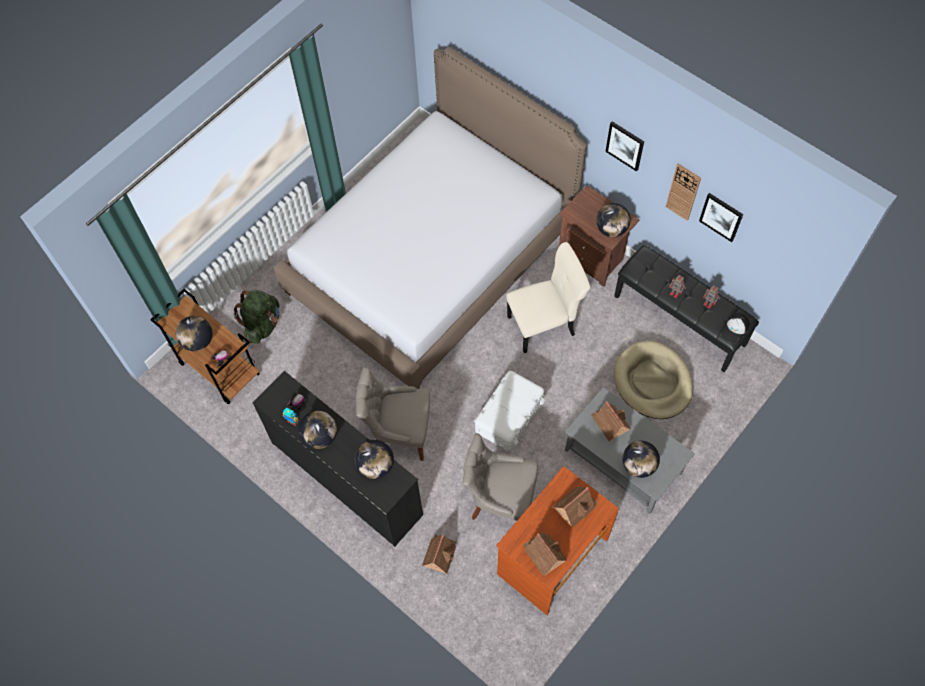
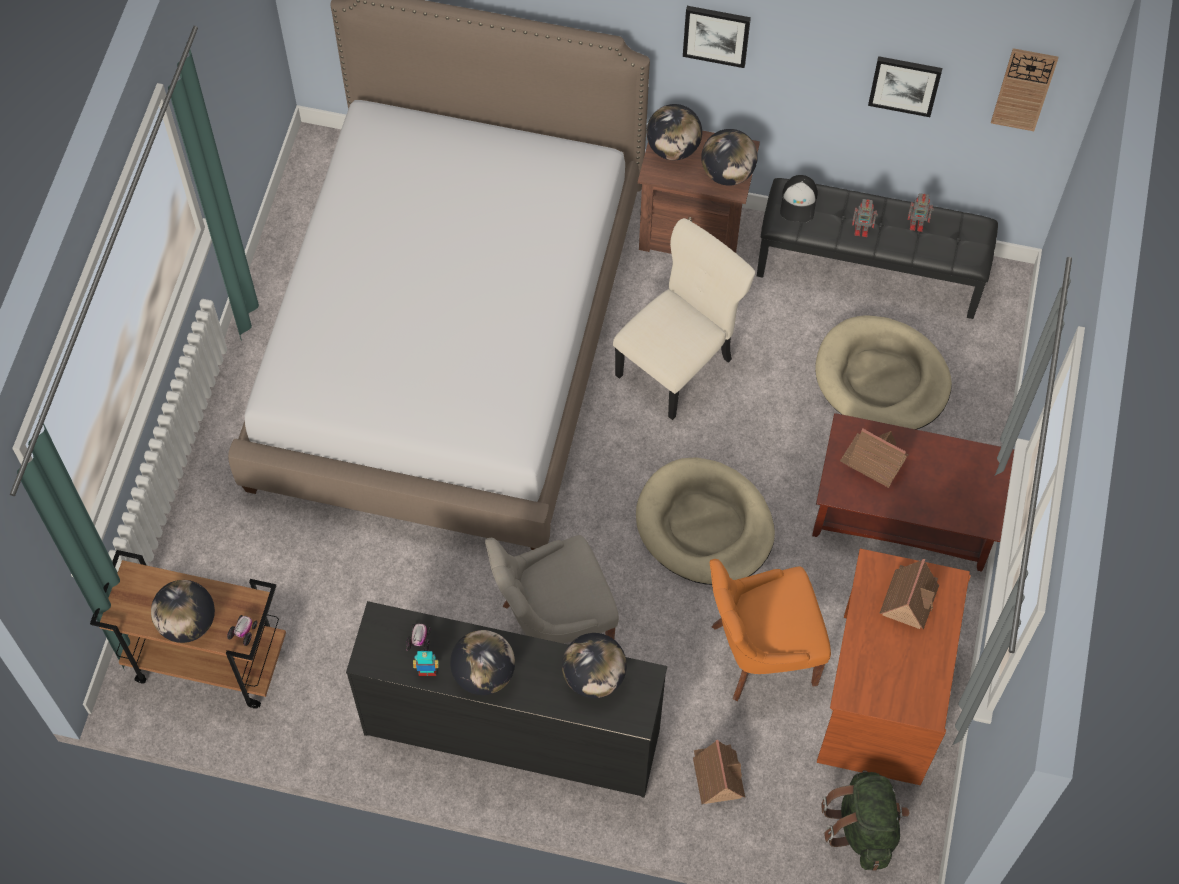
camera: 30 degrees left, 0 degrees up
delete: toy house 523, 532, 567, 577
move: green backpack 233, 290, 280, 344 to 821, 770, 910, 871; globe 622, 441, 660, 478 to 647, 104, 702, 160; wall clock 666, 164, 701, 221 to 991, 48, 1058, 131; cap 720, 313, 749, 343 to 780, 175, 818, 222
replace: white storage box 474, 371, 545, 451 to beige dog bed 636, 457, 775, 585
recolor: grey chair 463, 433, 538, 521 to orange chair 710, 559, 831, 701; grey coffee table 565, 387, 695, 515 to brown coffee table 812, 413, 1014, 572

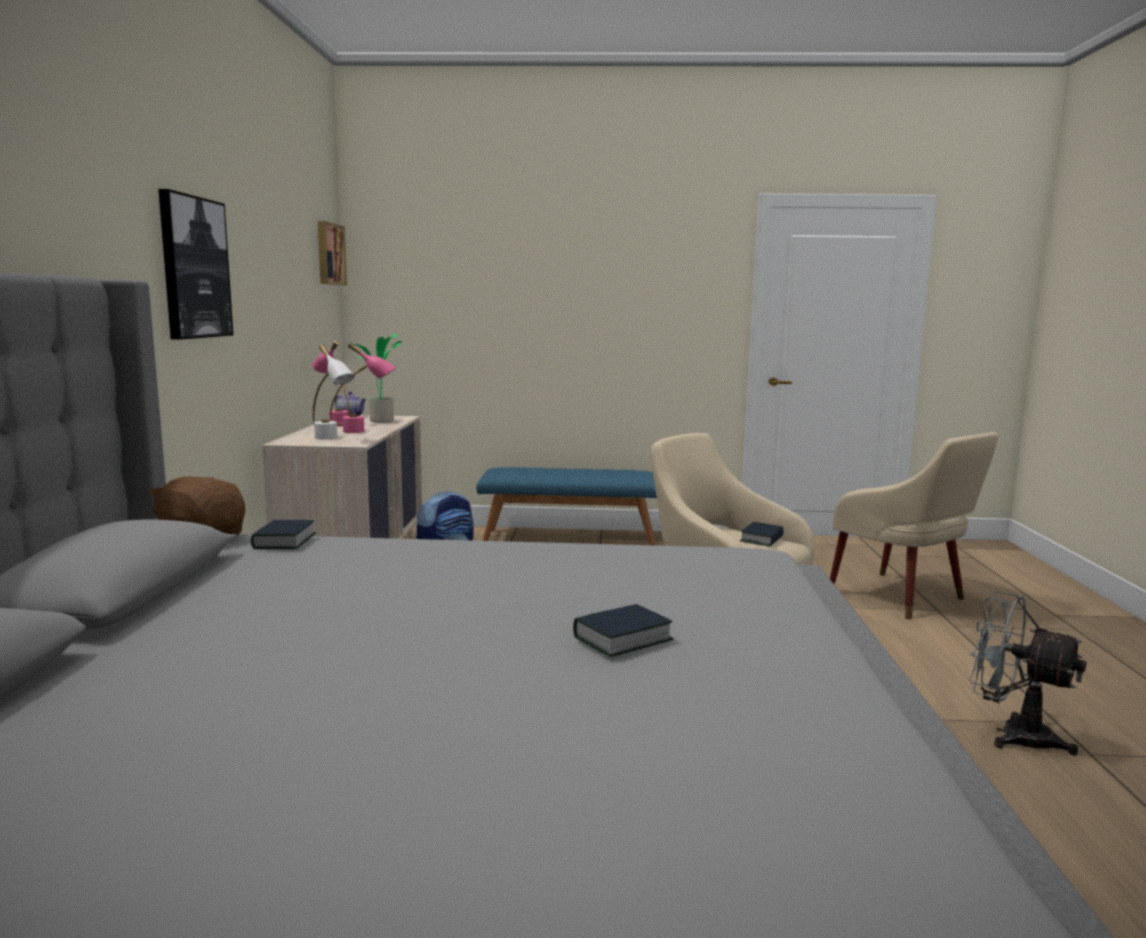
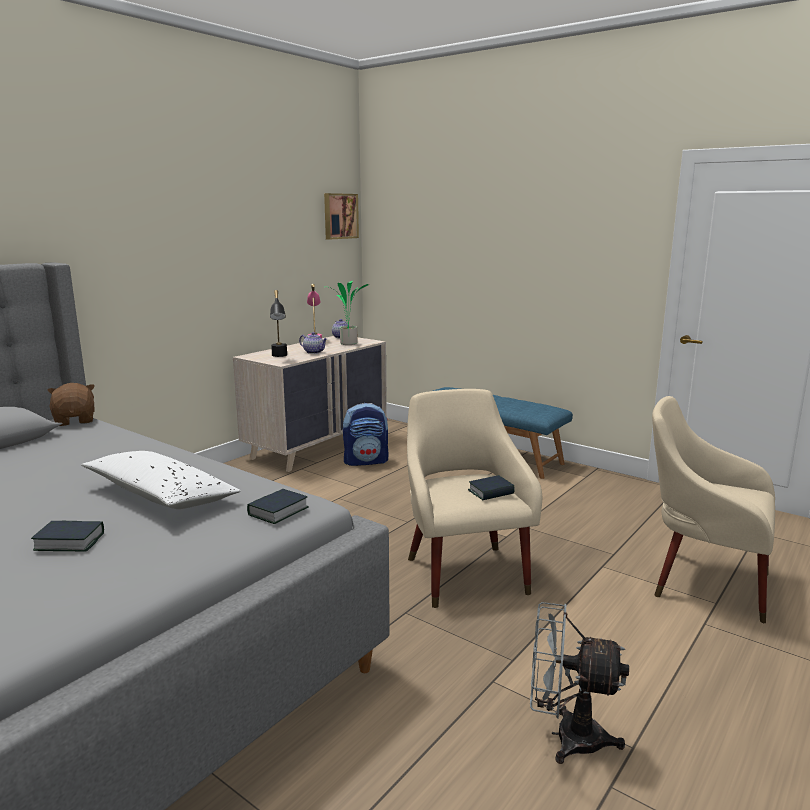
camera: 35 degrees right, 5 degrees up
delete: picture 158, 189, 233, 340
insert: white pillow 81, 451, 241, 509
move: book 251, 520, 316, 549 to 247, 489, 309, 524
replace: pink table lamp 330, 343, 396, 433 to teapot 299, 332, 327, 354
recolor: white table lamp 313, 344, 354, 440 to black table lamp 270, 290, 287, 357
rotate: beige armchair 830, 432, 998, 619 = 652, 396, 775, 623 120 degrees clockwise; grey fan 969, 591, 1087, 756 = 530, 602, 629, 764 60 degrees counterclockwise

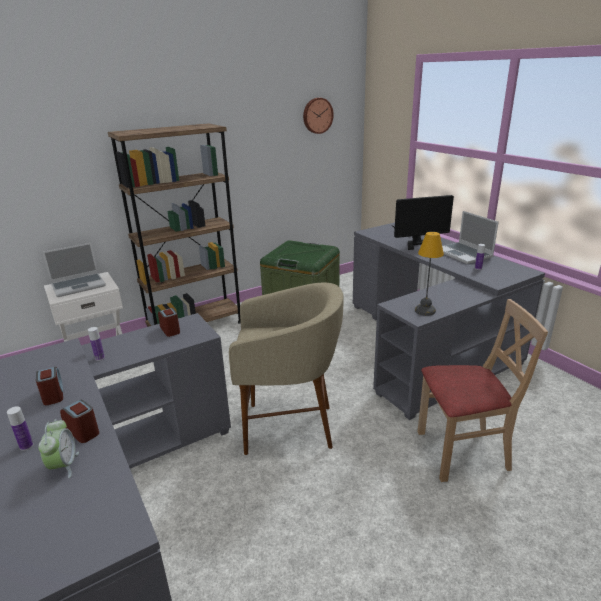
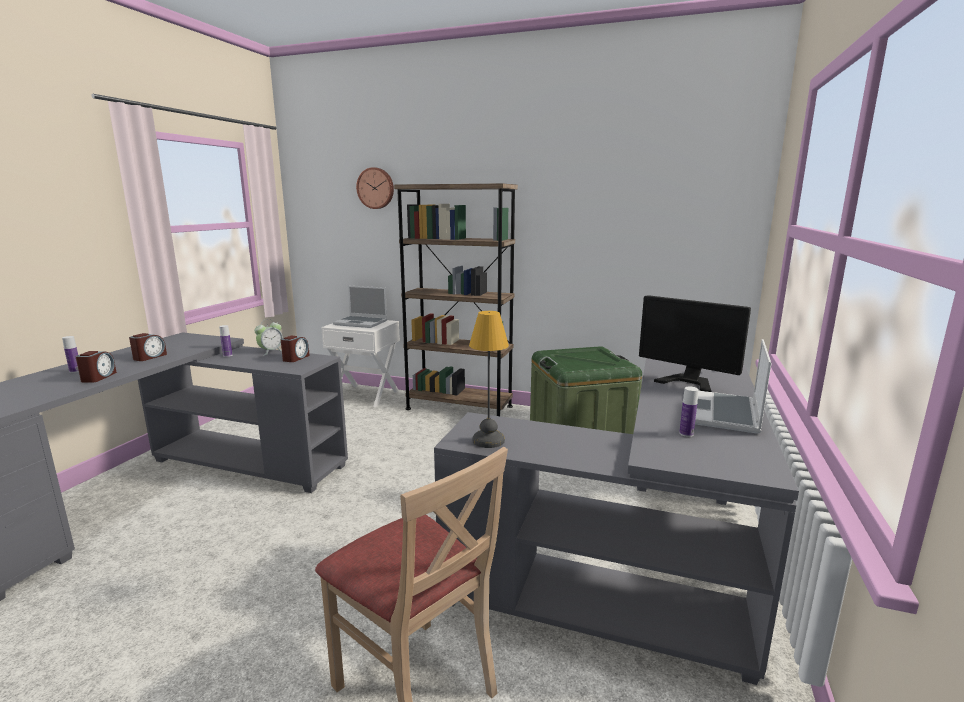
camera: 50 degrees right, 10 degrees down
delete: beige stool 229, 283, 343, 455
move: alarm clock 38, 419, 79, 478 to 254, 319, 283, 356; wall clock 303, 98, 334, 134 to 356, 167, 394, 209

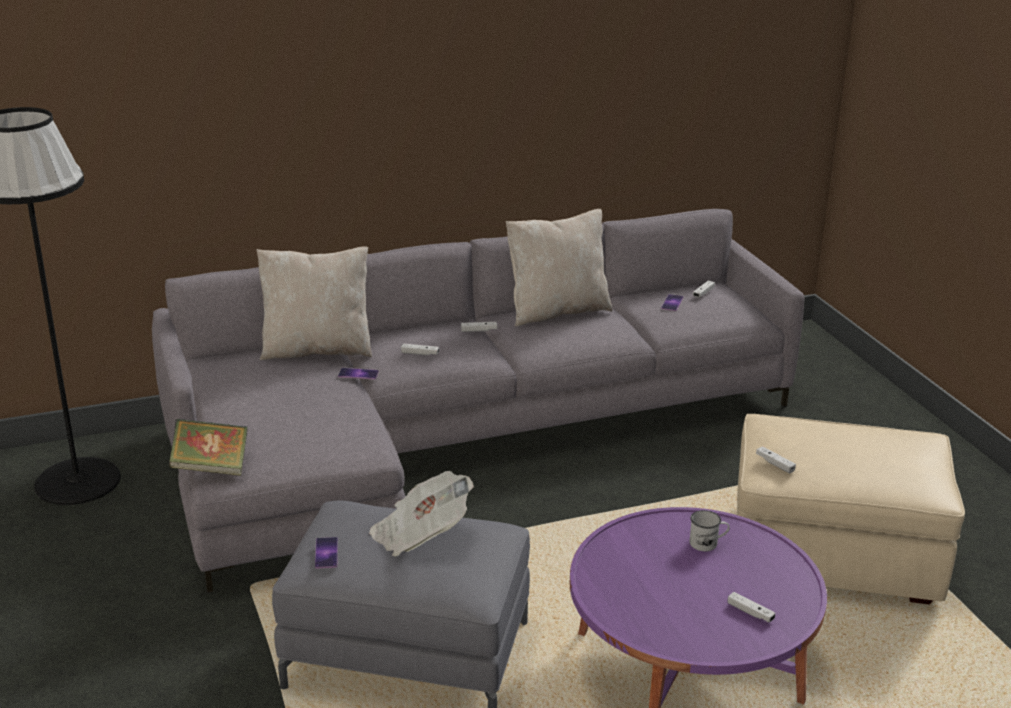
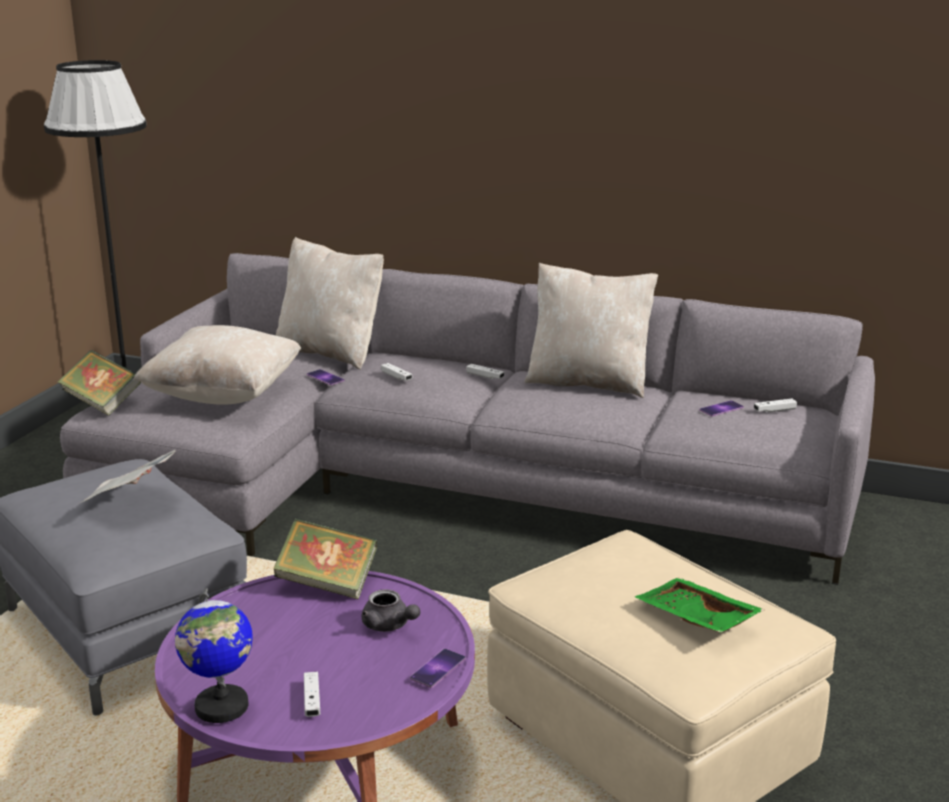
camera: 40 degrees right, 5 degrees down
delete: white game controller 756, 446, 796, 473
insert: beige pillow 133, 325, 301, 405; globe 175, 588, 253, 723; book 273, 518, 378, 599; green tray 635, 577, 764, 633
move: phone 315, 537, 338, 569 to 410, 649, 466, 688
replace: white mug 690, 510, 730, 551 to grey teapot 362, 589, 420, 632

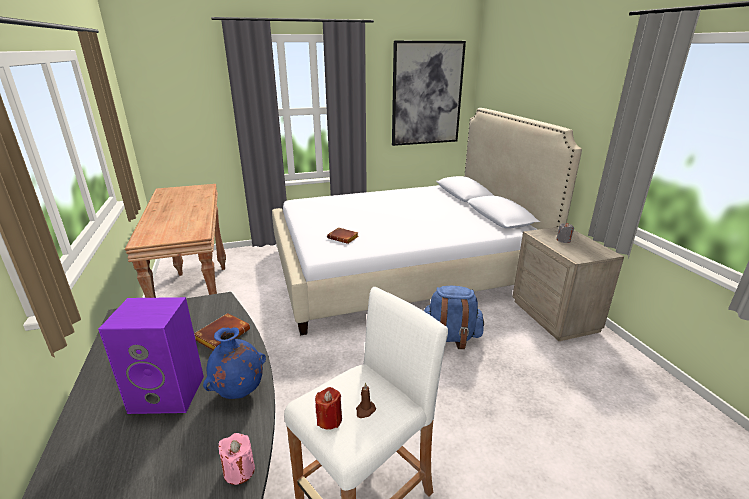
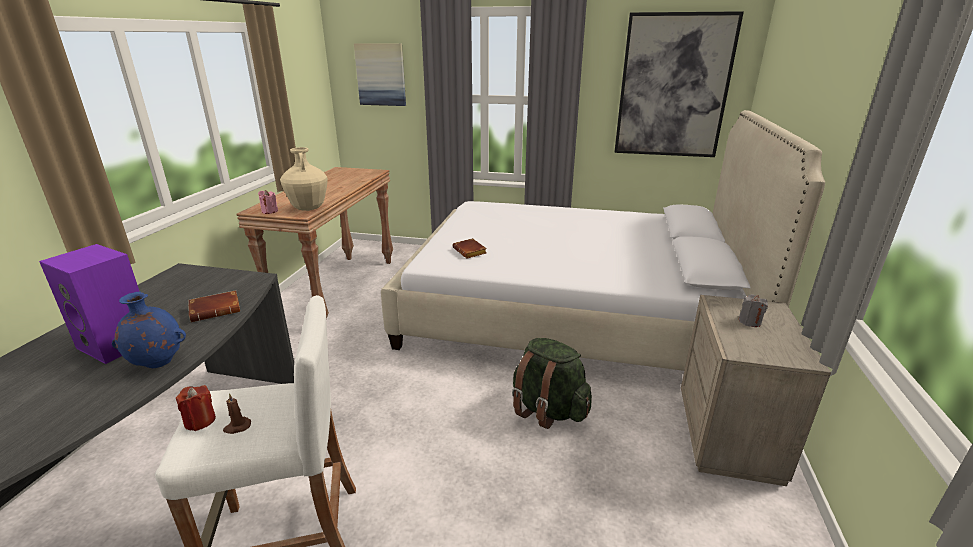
camera: 30 degrees right, 0 degrees up
insert: beige vase 280, 147, 328, 211; picture 354, 43, 406, 106
move: pink candle 219, 433, 255, 485 to 258, 190, 278, 214
recolor: blue backpack 424, 286, 484, 349 to green backpack 512, 338, 592, 429

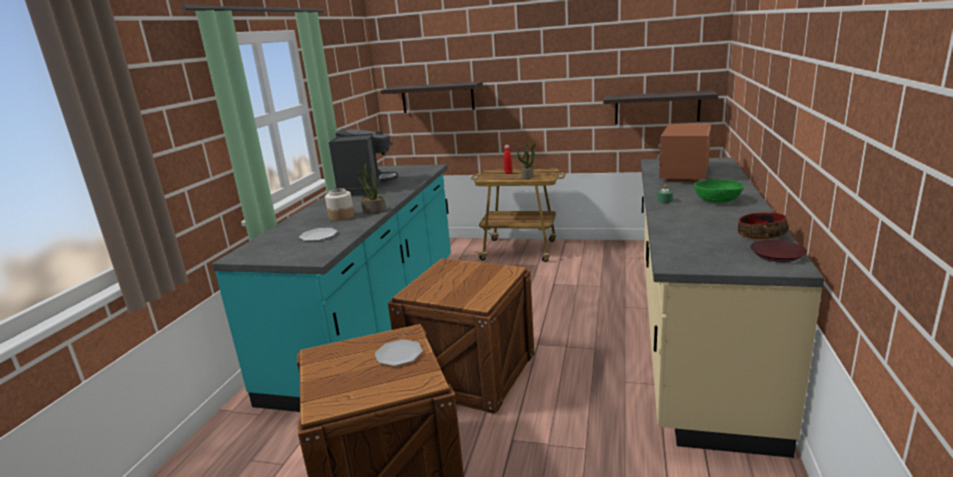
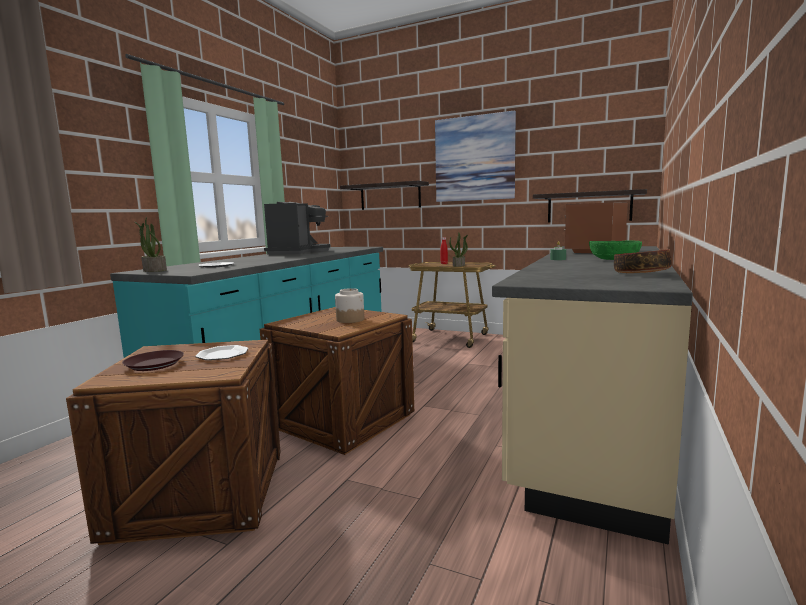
camera: 10 degrees right, 10 degrees down
insert: picture 435, 110, 516, 202
move: jar 325, 188, 354, 221 to 335, 288, 364, 323; potted plant 358, 164, 386, 213 to 135, 217, 167, 272; brown plate 750, 240, 807, 262 to 122, 350, 184, 371

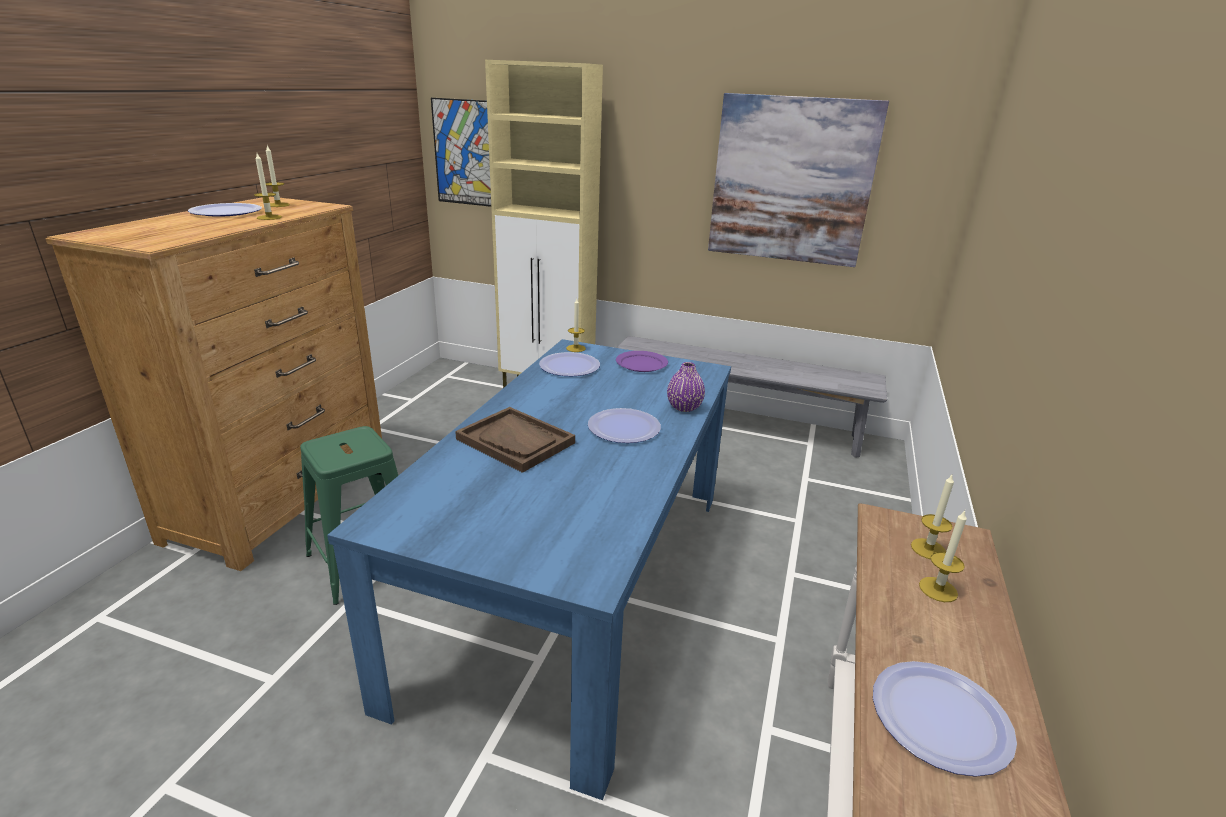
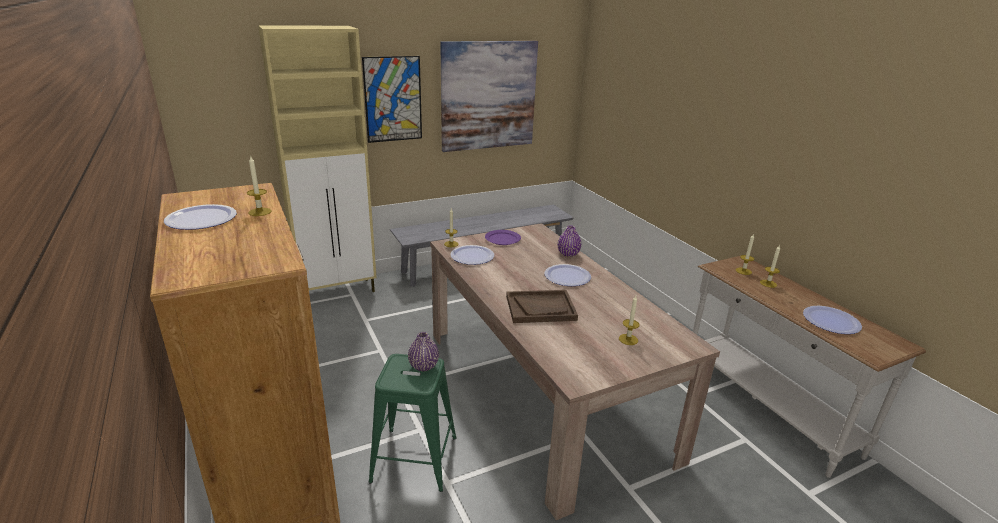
camera: 45 degrees left, 0 degrees up
insert: purple vase 408, 332, 439, 371
move: candle 266, 146, 290, 207 to 619, 295, 639, 345; picture 431, 98, 491, 207 to 362, 56, 422, 143
recolor: blue dining table 327, 339, 731, 800 to beige dining table 430, 223, 720, 520

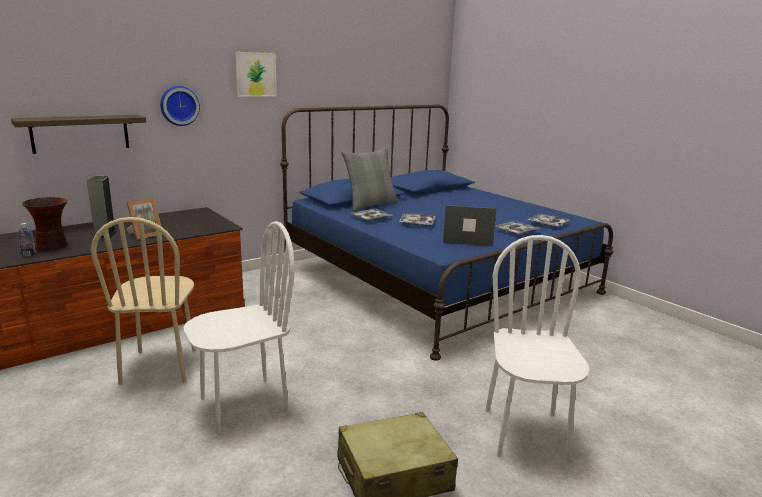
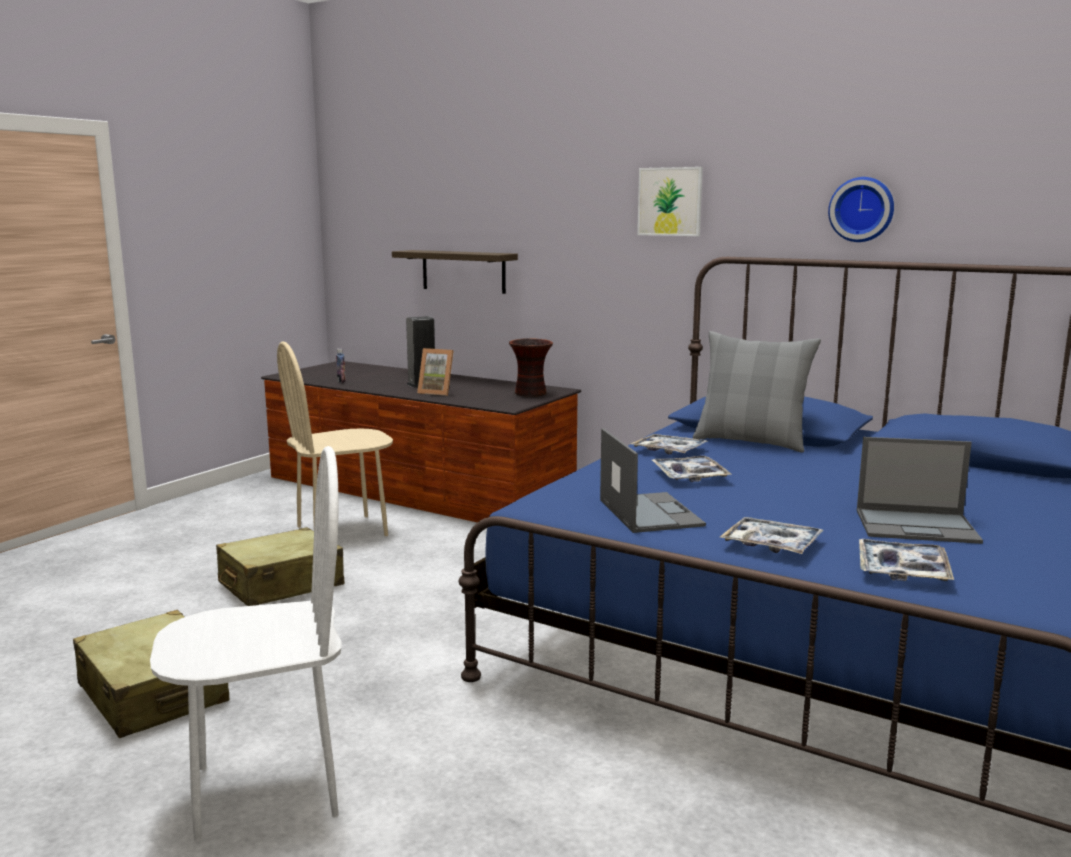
camera: 70 degrees right, 5 degrees down
insert: laptop 857, 437, 983, 544
move: vase 22, 197, 68, 250 to 509, 338, 553, 397; wall clock 160, 86, 200, 126 to 828, 177, 894, 242
replace: white chair 184, 221, 295, 433 to beige suitcase 216, 527, 345, 606

